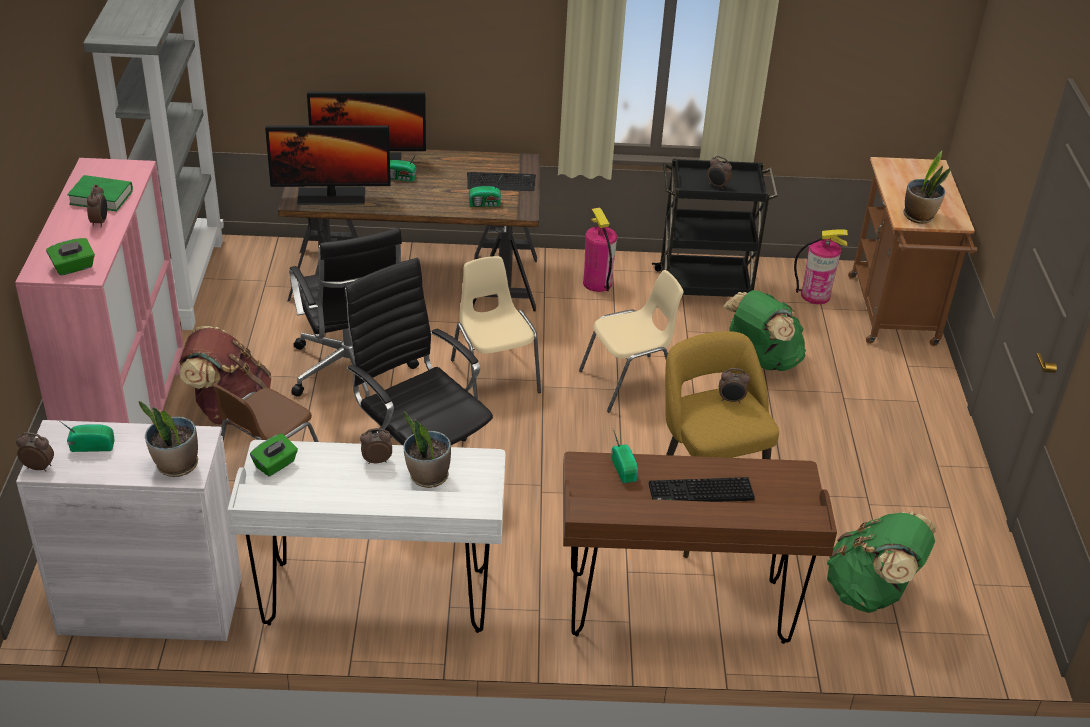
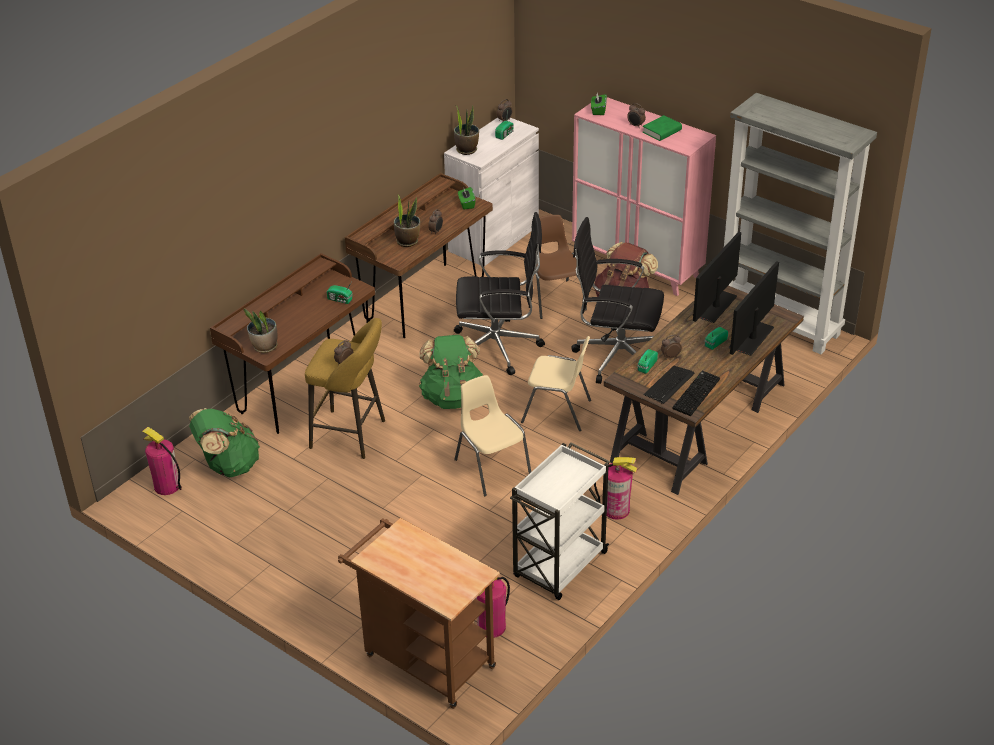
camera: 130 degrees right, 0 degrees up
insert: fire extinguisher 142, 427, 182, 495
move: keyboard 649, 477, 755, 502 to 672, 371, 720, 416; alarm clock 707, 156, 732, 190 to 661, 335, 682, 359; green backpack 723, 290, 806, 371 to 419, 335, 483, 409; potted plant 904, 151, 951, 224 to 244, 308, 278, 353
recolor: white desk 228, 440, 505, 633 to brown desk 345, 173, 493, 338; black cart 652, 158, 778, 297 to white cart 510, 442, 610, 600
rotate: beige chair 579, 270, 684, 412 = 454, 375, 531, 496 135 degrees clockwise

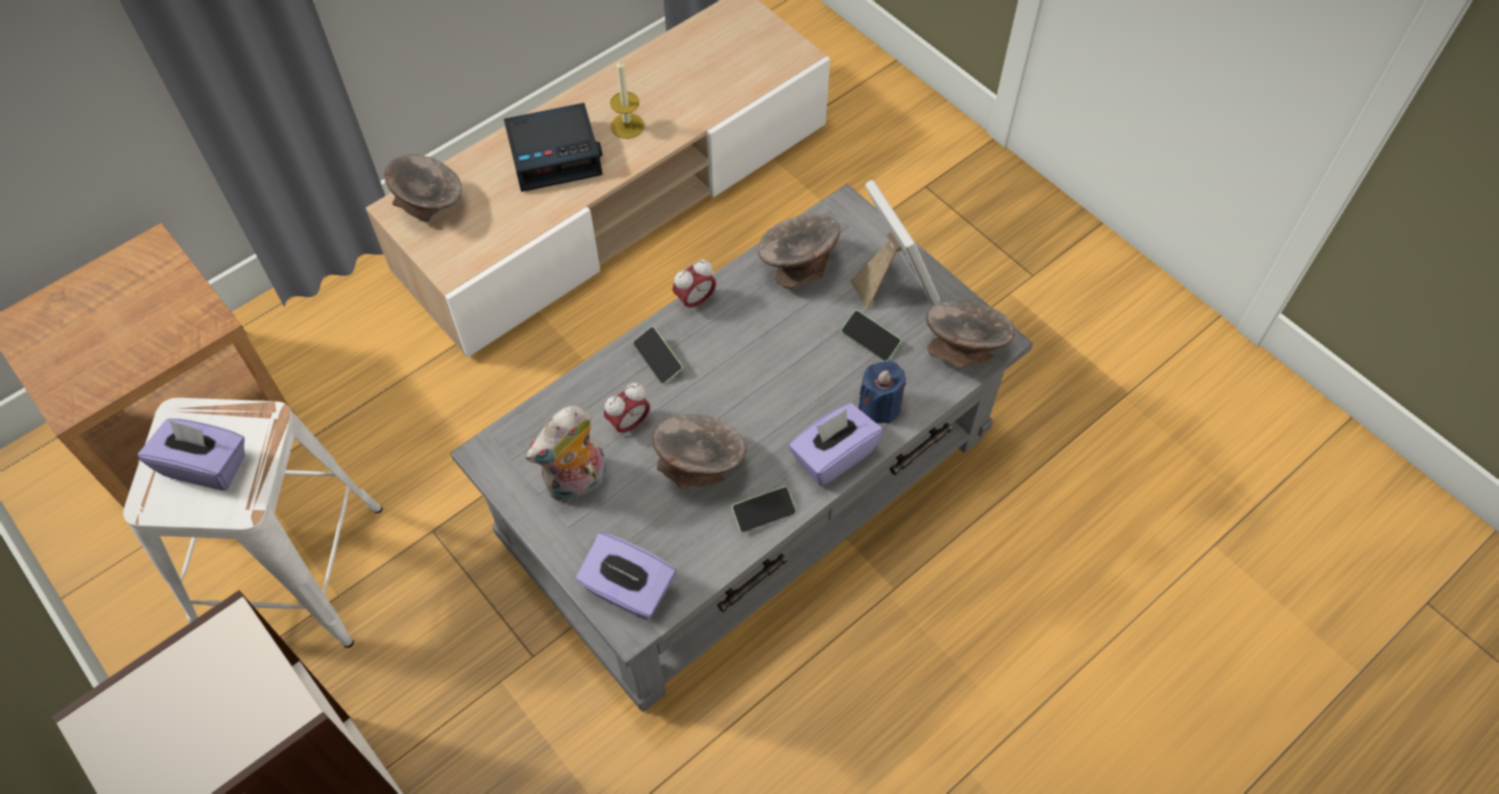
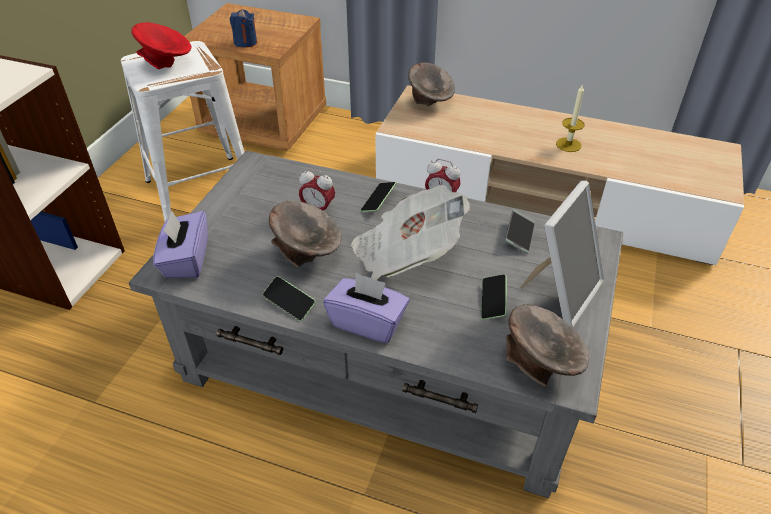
camera: 60 degrees right, 15 degrees down
delete: alarm clock 504, 103, 603, 192; plush toy 526, 406, 607, 504
insert: newspaper 351, 185, 470, 280
move: blue candle 858, 360, 906, 424 to 230, 9, 257, 48
replace: purple tissue box 138, 418, 245, 491 to red bowl 132, 22, 191, 69; grey bowl 758, 214, 840, 289 to phone 505, 209, 535, 254

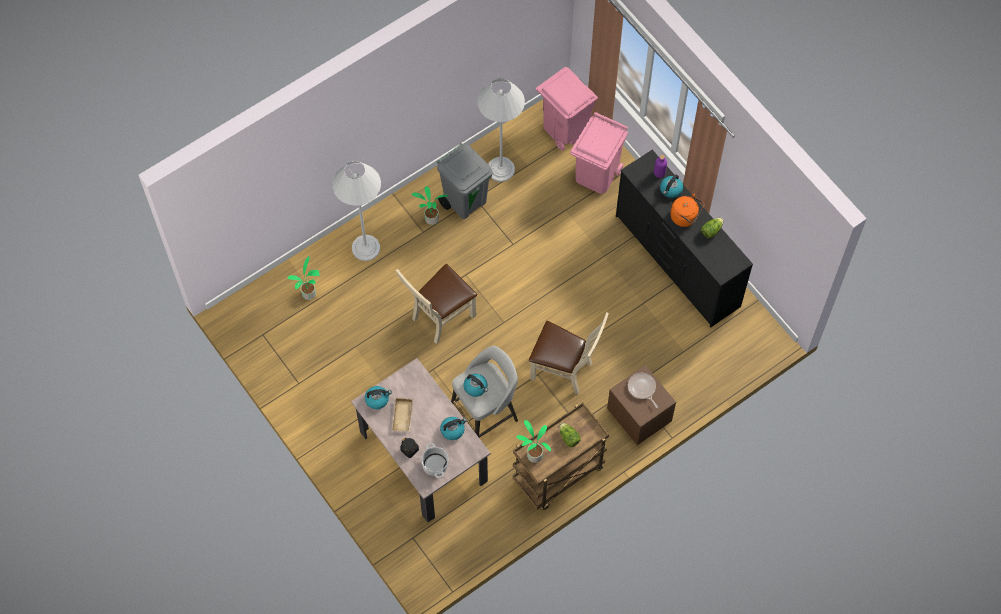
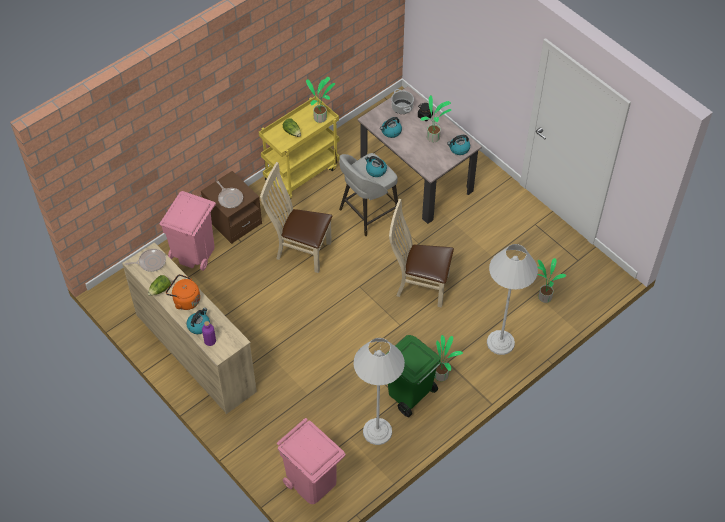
camera: 175 degrees right, 10 degrees down
insert: frying pan 125, 249, 166, 272
move: pink trash can 570, 112, 628, 194 to 159, 191, 216, 271
replace: beige tray 392, 397, 413, 432 to potted plant 421, 95, 451, 142
recolor: grey trash can 437, 143, 492, 219 to green trash can 385, 335, 442, 417; brown cart 513, 403, 609, 510 to yellow cart 259, 96, 340, 199; black dresser 616, 150, 753, 327 to beige dresser 122, 242, 257, 414
rotate: beige chair 396, 264, 477, 344 = 389, 199, 454, 308 120 degrees counterclockwise

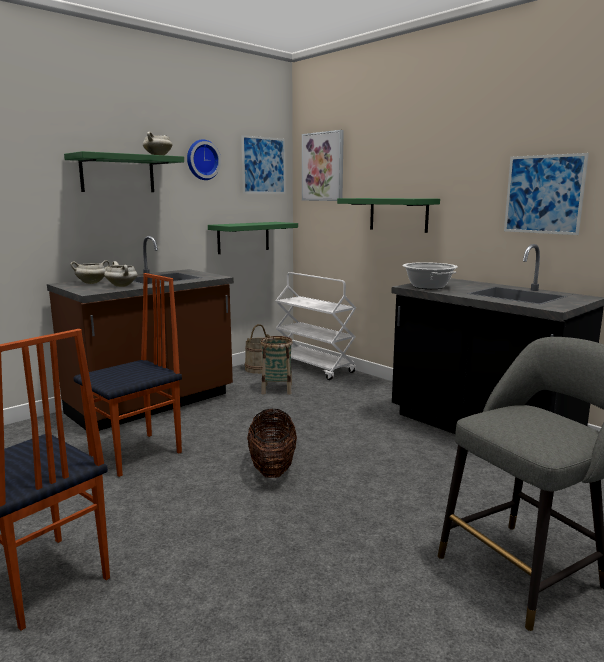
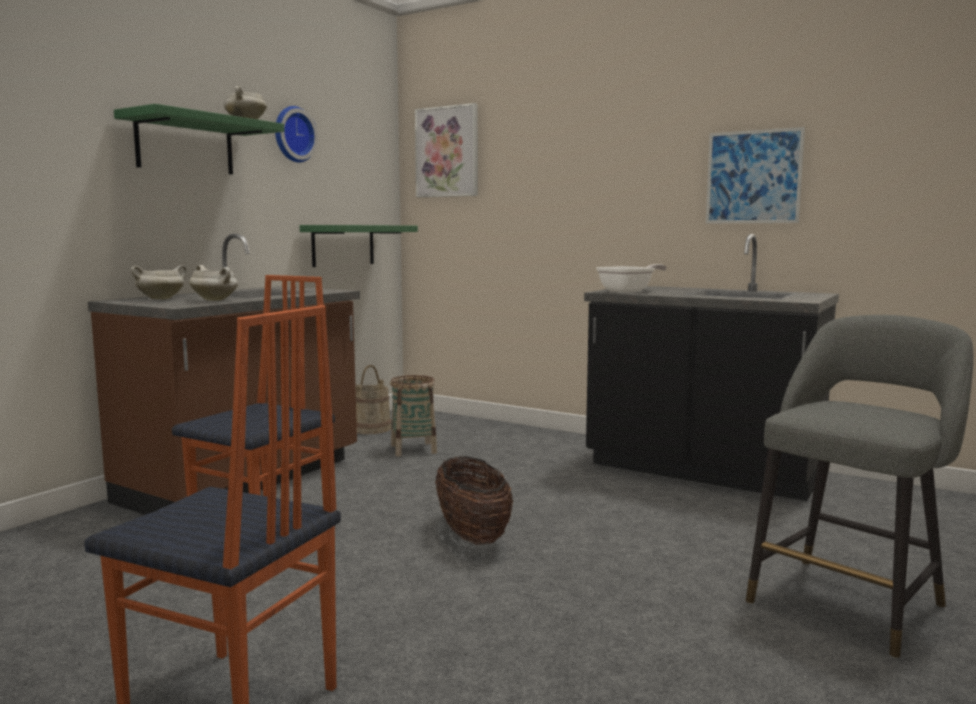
camera: 15 degrees left, 5 degrees down
delete: picture 241, 135, 285, 194; white cart 275, 272, 356, 380; green shelf 337, 198, 440, 233
replace: cooking pot 402, 262, 457, 289 to frying pan 596, 264, 667, 293

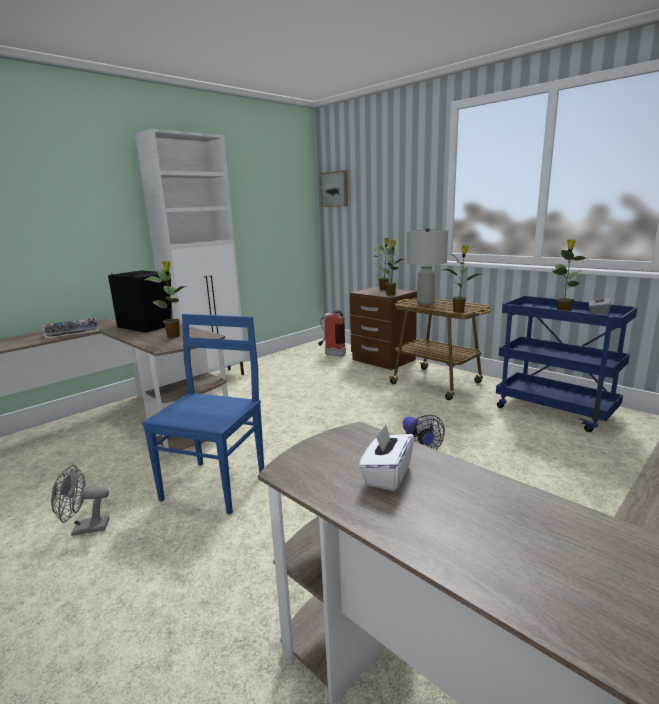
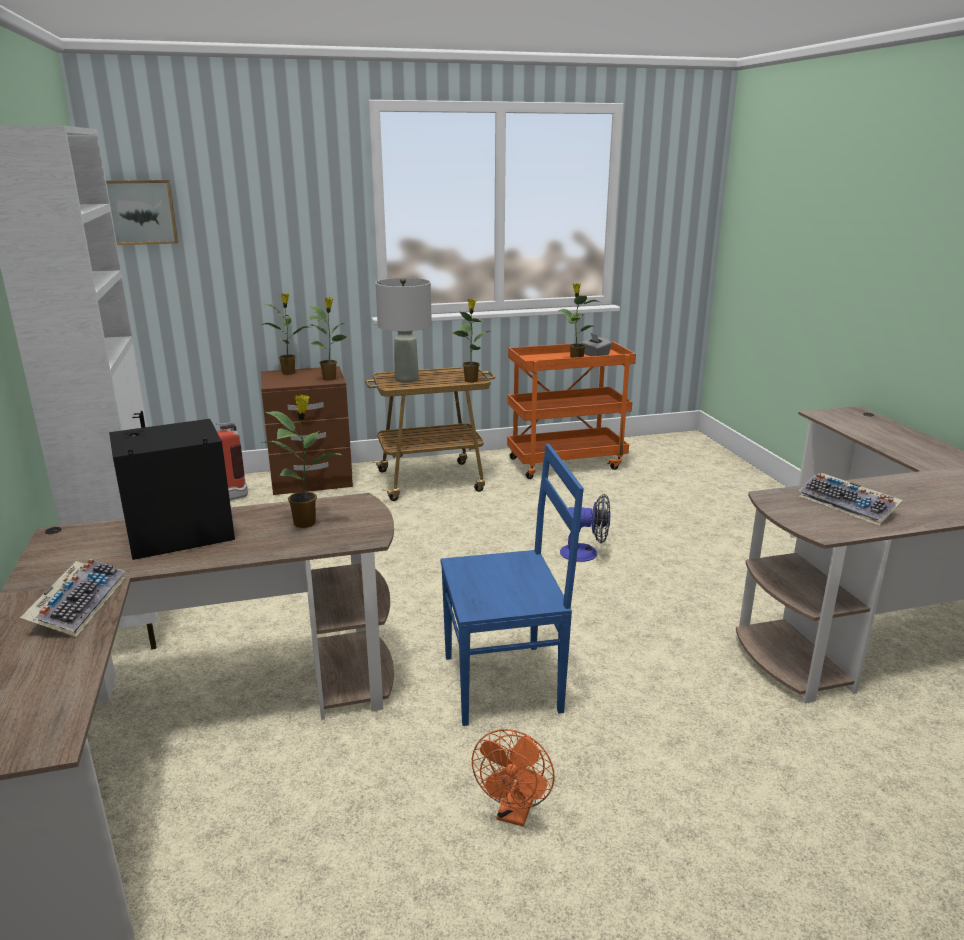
camera: 60 degrees left, 5 degrees up
replace: white tissue box 359, 425, 414, 491 to keyboard 799, 473, 903, 525
recolor: grey fan 51, 464, 109, 536 to orange fan 472, 729, 555, 827; blue cart 496, 296, 638, 432 to orange cart 507, 341, 636, 479
rotate: blue chair 142, 314, 264, 515 = 440, 444, 584, 726 120 degrees clockwise

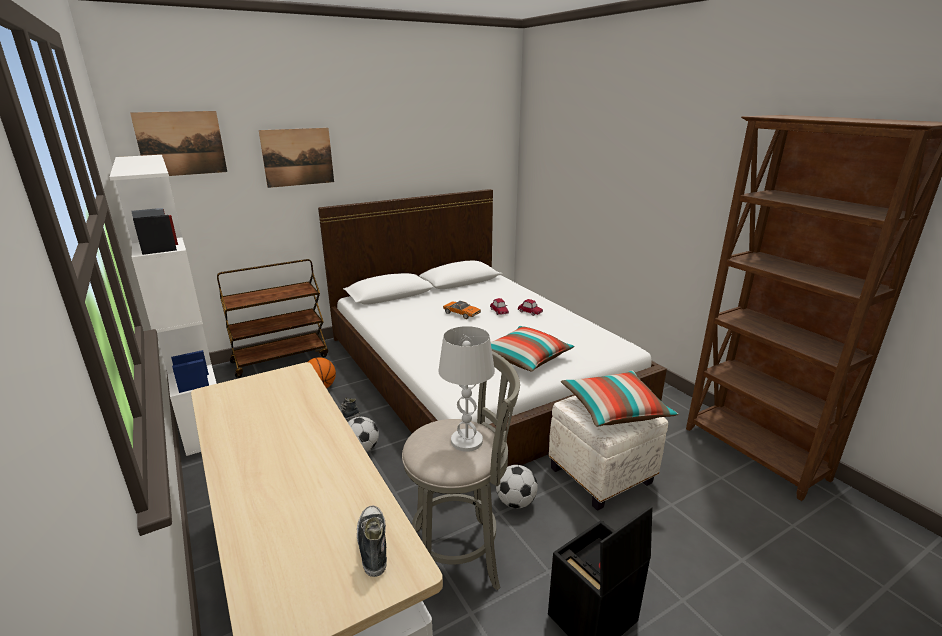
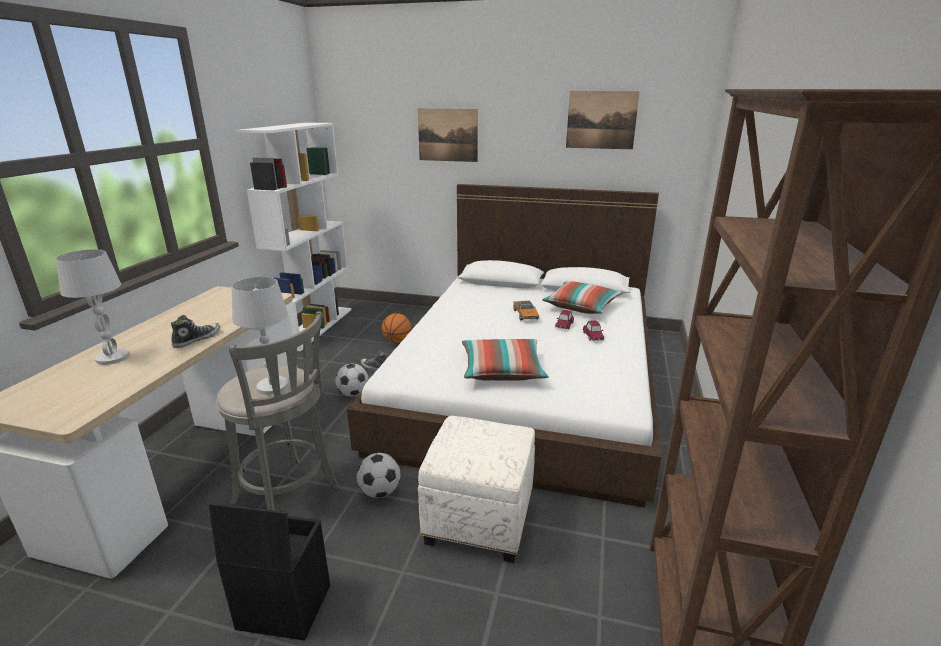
camera: 45 degrees right, 0 degrees up
delete: brown cart 217, 259, 328, 378
insert: white table lamp 56, 249, 130, 365
move: picture 130, 111, 227, 176 to 566, 91, 640, 149; shoe 357, 506, 387, 577 to 171, 315, 220, 348; pillow 561, 371, 678, 427 to 542, 282, 622, 314

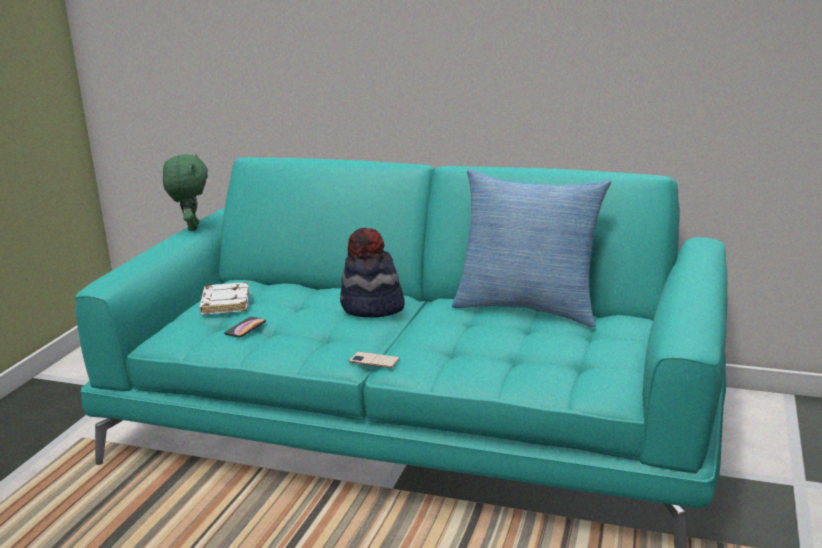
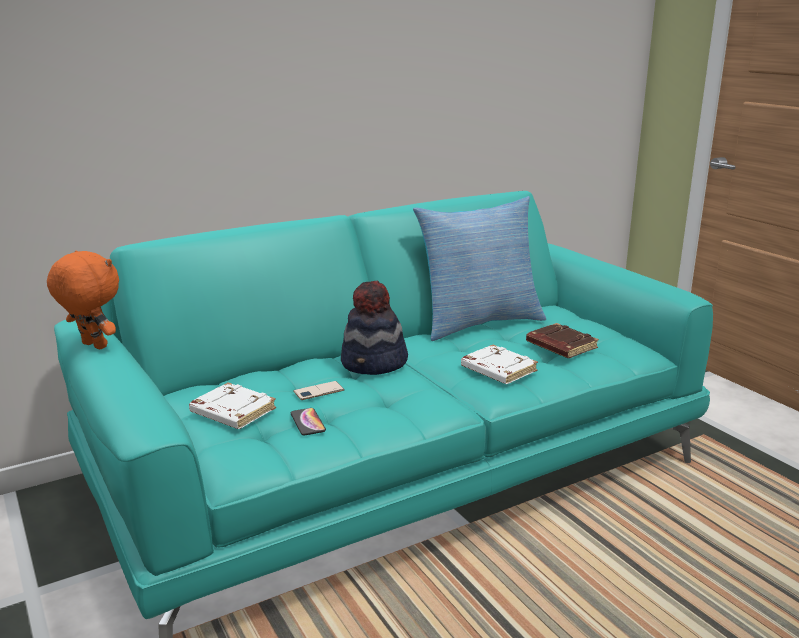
camera: 50 degrees left, 0 degrees up
insert: white book 461, 345, 538, 384; brown book 526, 323, 599, 358
move: phone 349, 351, 400, 368 to 293, 381, 345, 400
recolor: green plush toy 163, 154, 208, 231 to orange plush toy 47, 251, 119, 349

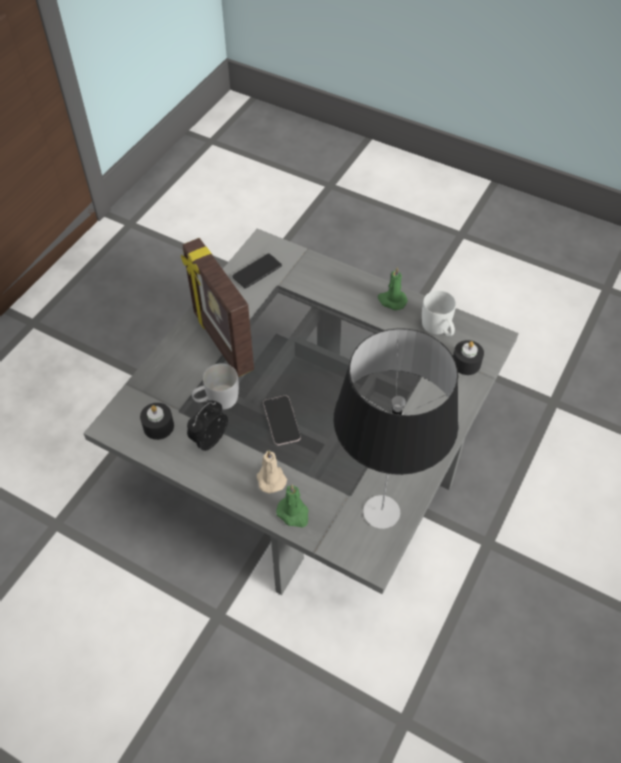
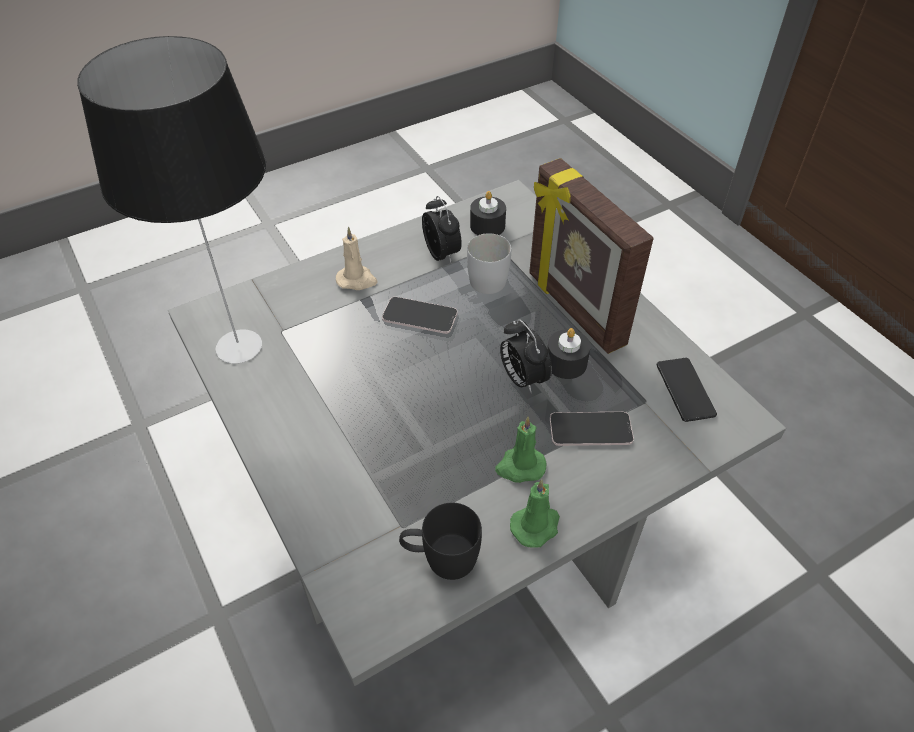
camera: 120 degrees right, 5 degrees down
insert: alarm clock 500, 319, 552, 394; phone 550, 412, 634, 446
move: green candle 276, 484, 309, 527 to 495, 417, 546, 483; black candle 453, 340, 484, 375 to 547, 328, 591, 379
recolor: white mug 422, 290, 456, 336 to black mug 399, 502, 482, 580
rotate: picture frame 181, 238, 254, 377 = 529, 158, 654, 354 120 degrees counterclockwise

